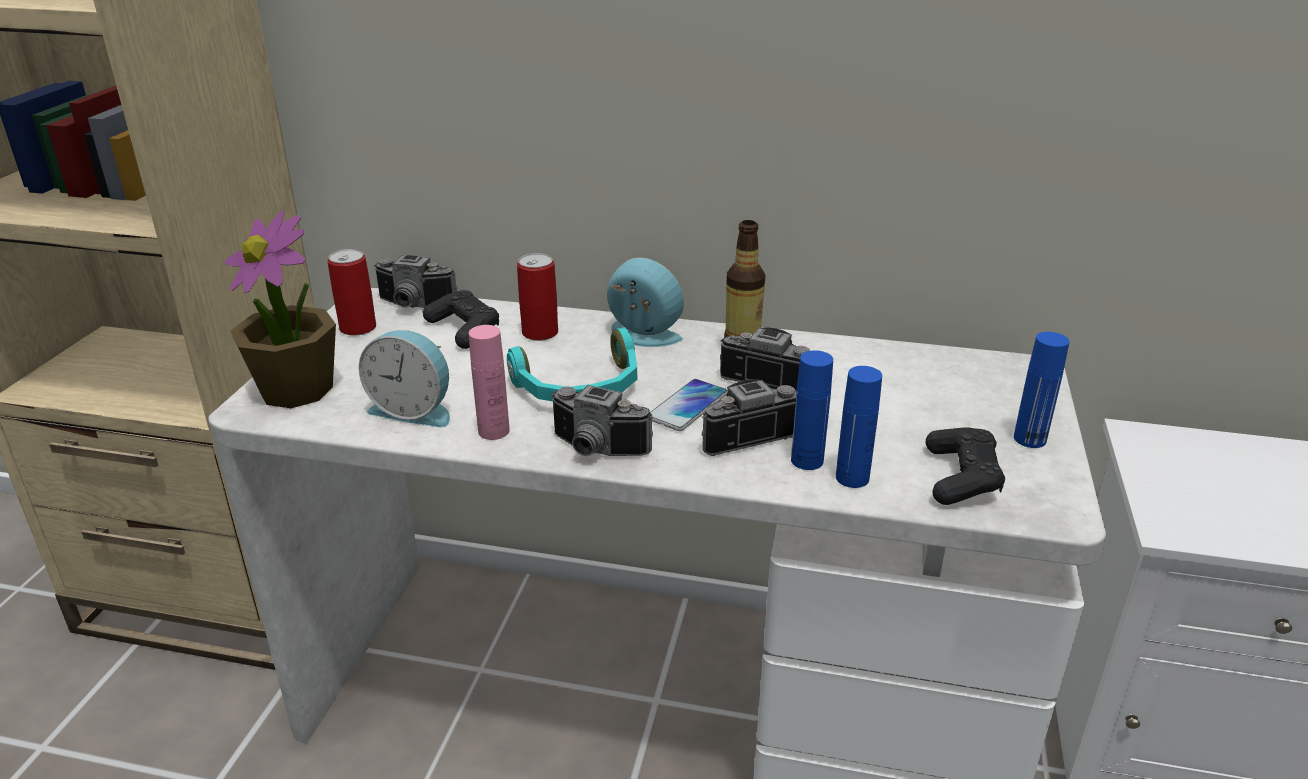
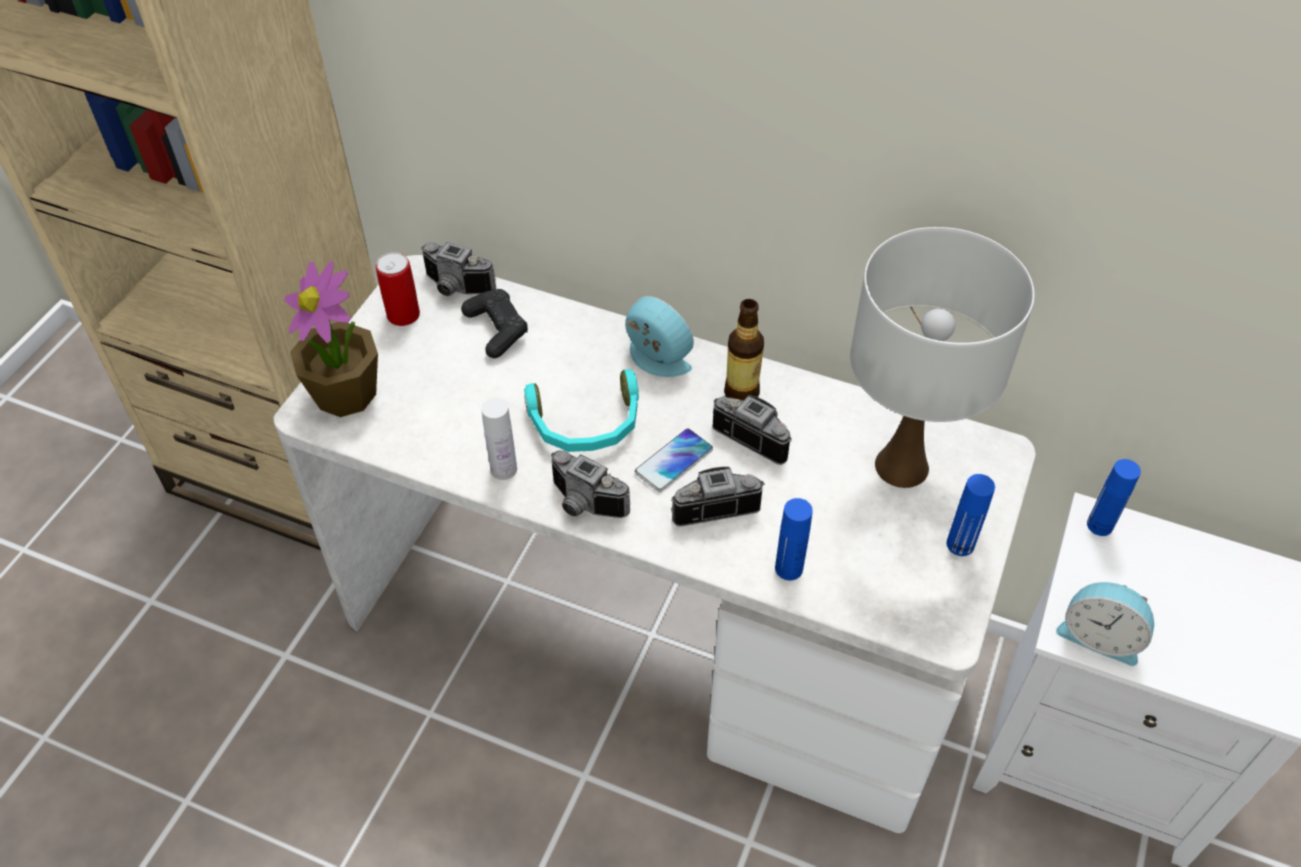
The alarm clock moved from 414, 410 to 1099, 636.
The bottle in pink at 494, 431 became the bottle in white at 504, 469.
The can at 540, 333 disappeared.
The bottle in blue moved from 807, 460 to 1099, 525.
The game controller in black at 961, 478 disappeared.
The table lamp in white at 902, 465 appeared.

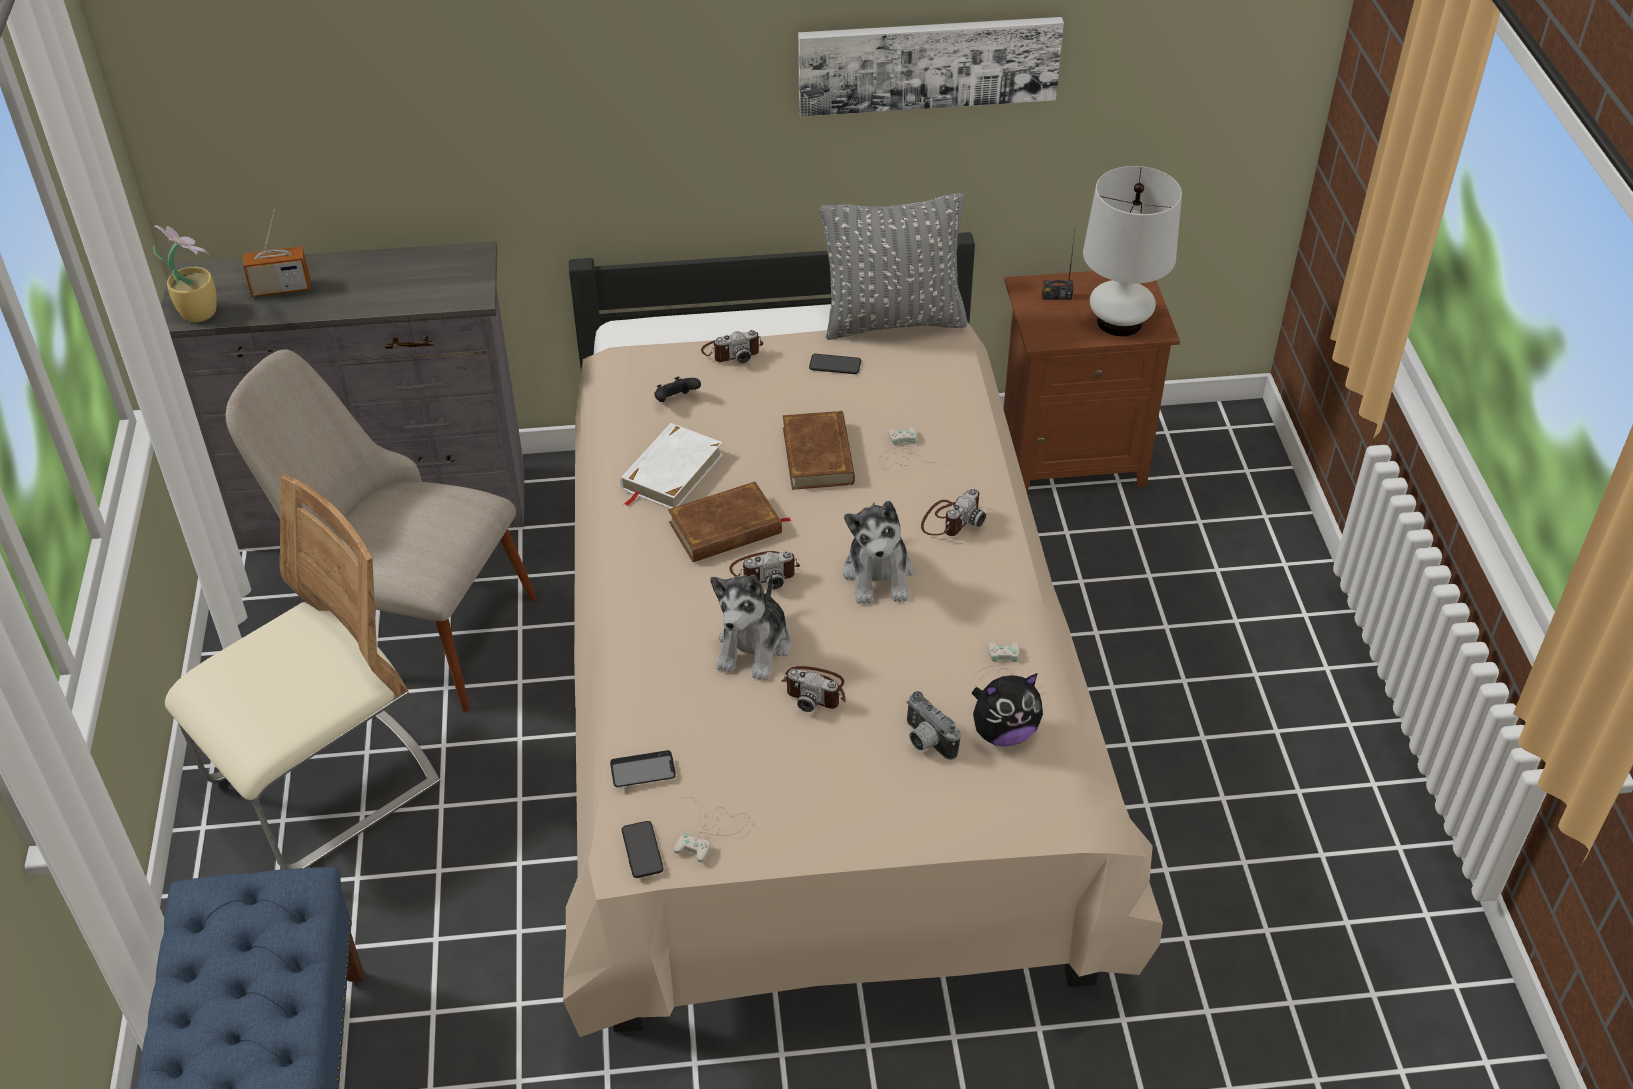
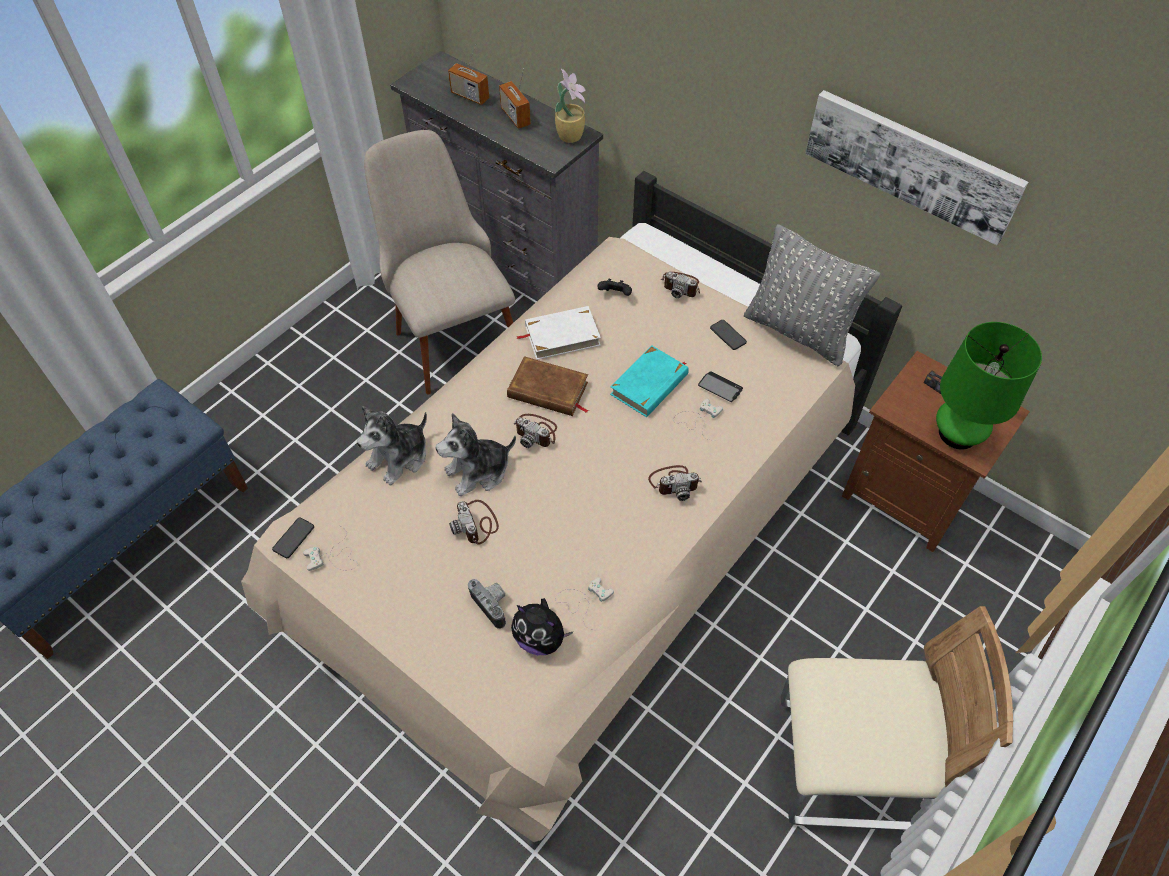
The potted plant moved from 198, 311 to 571, 135.
The chair in beige moved from 323, 785 to 849, 765.
The phone moved from 643, 770 to 720, 387.
The book in brown at 818, 455 became the book in turquoise at 650, 385.
The plush toy moved from 878, 574 to 399, 458.
The photo camera at 925, 741 turned 135 degrees clockwise.
The table lamp in white at 1119, 322 became the table lamp in green at 957, 434.
The radio at 515, 116 appeared.

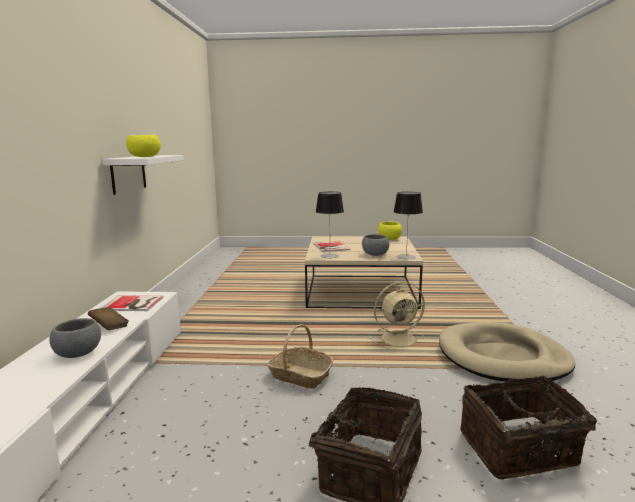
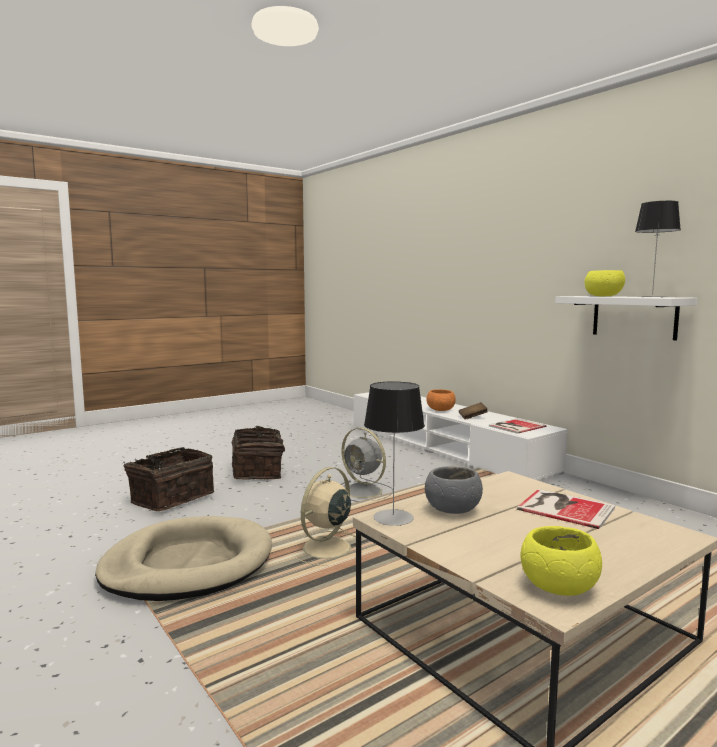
The bowl in grey at 78, 353 became the bowl in orange at 440, 410.
The basket at 300, 376 was replaced by the fan in grey at 364, 491.
The table lamp moved from 330, 256 to 652, 297.

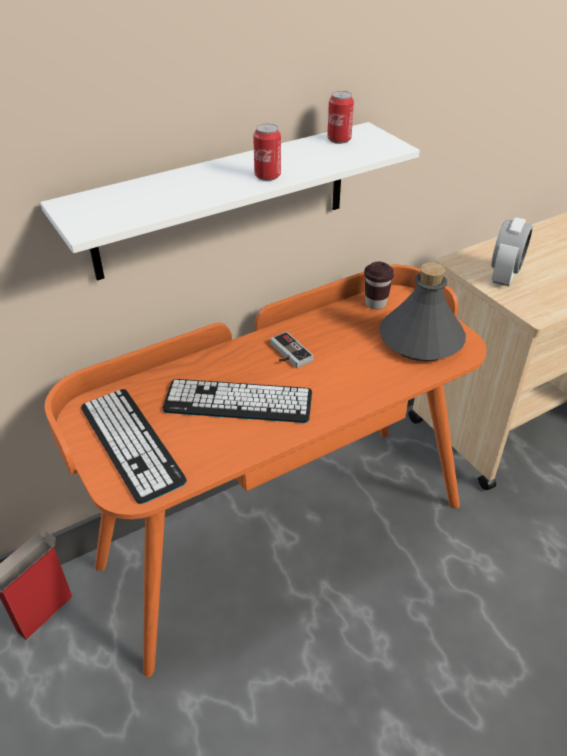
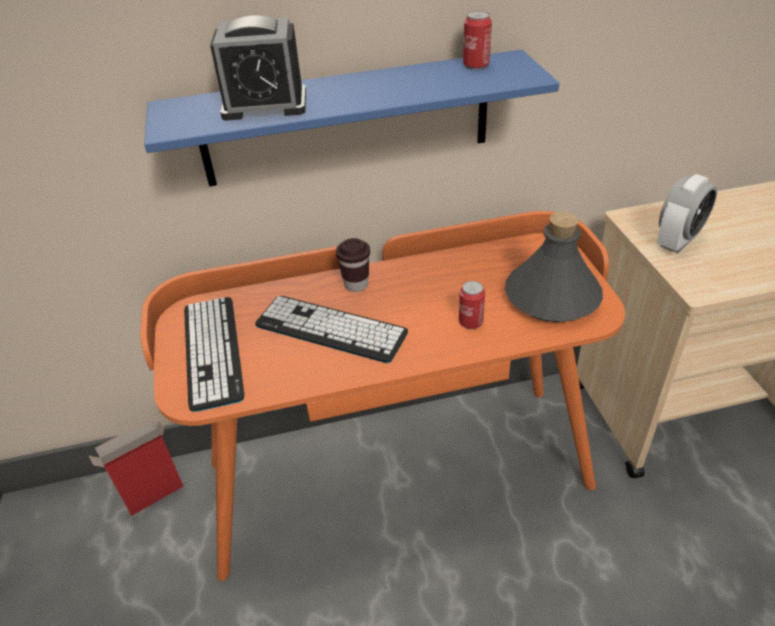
The shelf in white at 223, 200 became the shelf in blue at 346, 120.
The can moved from 267, 176 to 470, 322.
The game controller at 287, 354 disappeared.
The cup in brown moved from 375, 303 to 356, 285.
The alarm clock at 265, 104 appeared.

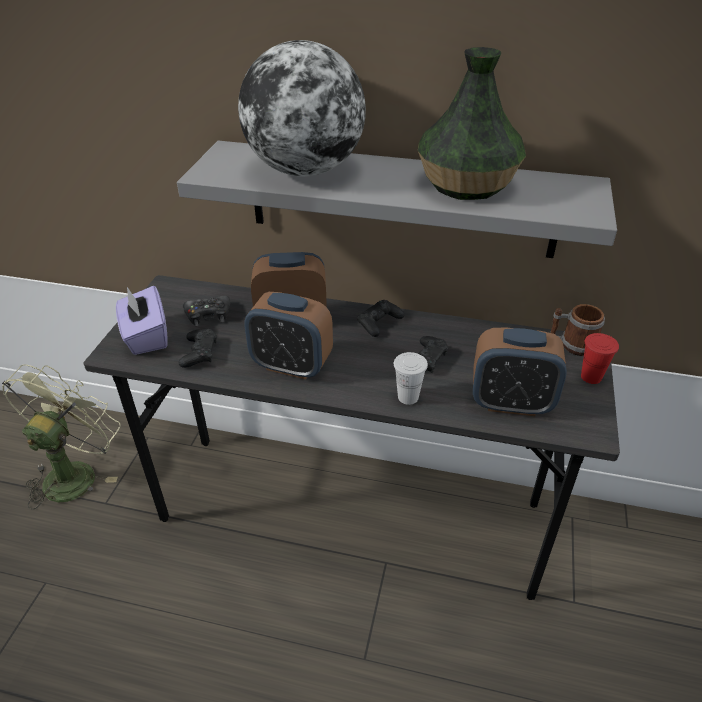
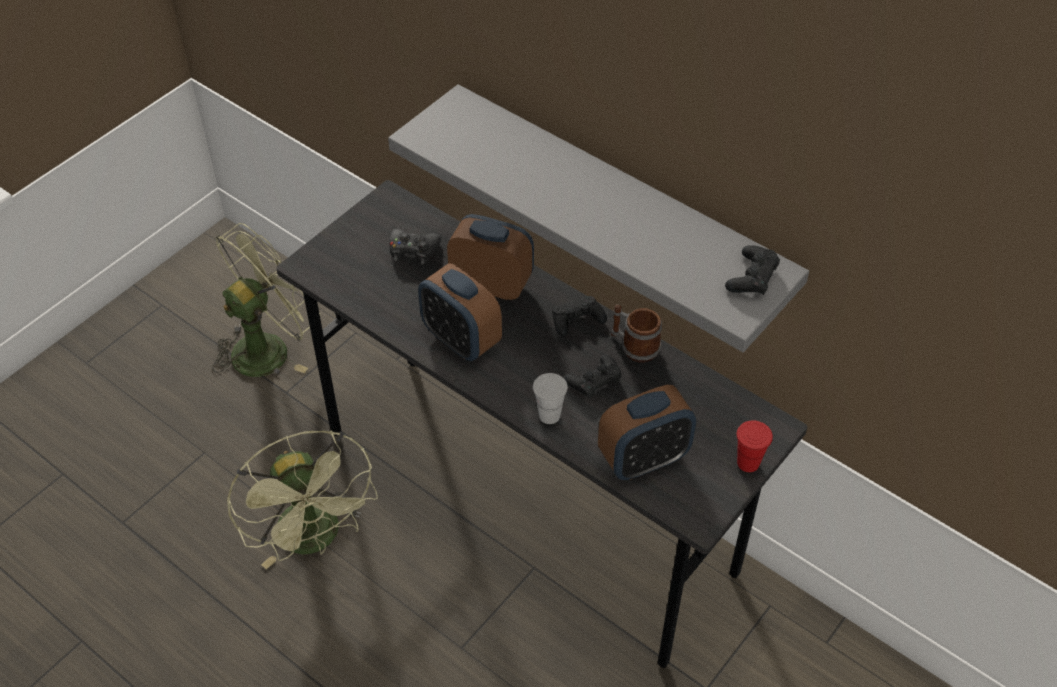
The tissue box in purple at 146, 336 disappeared.
The game controller in black moved from 199, 353 to 752, 277.
The globe at 305, 170 disappeared.
The vase at 468, 184 disappeared.
The alarm clock at 511, 403 turned 60 degrees counterclockwise.
The mug moved from 571, 345 to 634, 346.
The fan in green at 316, 539 appeared.

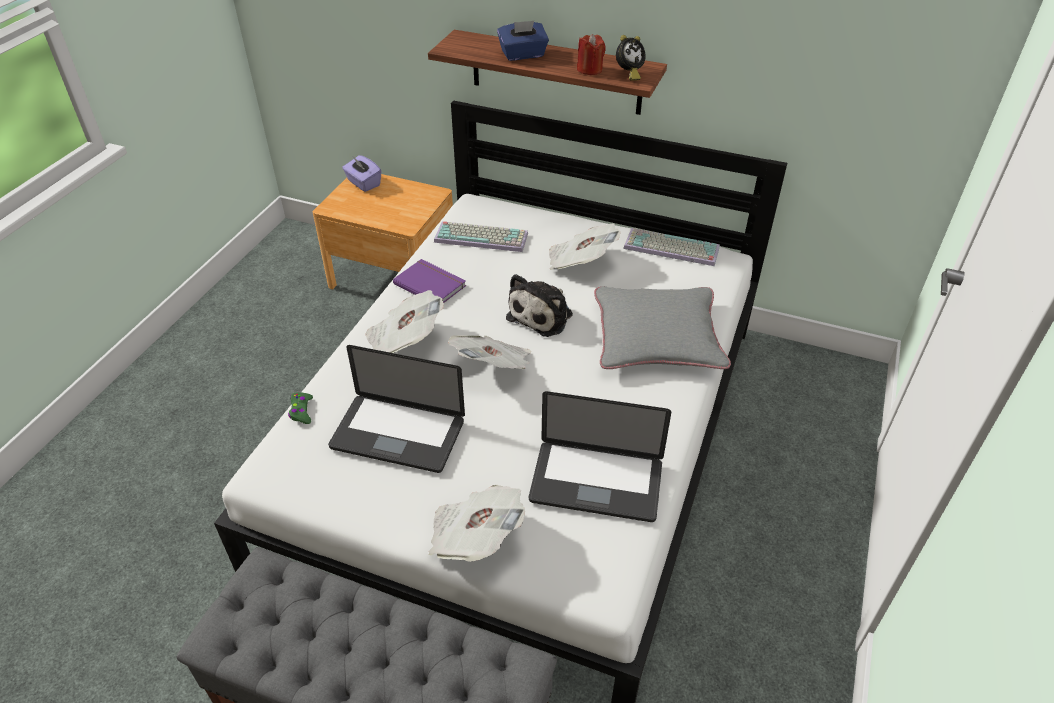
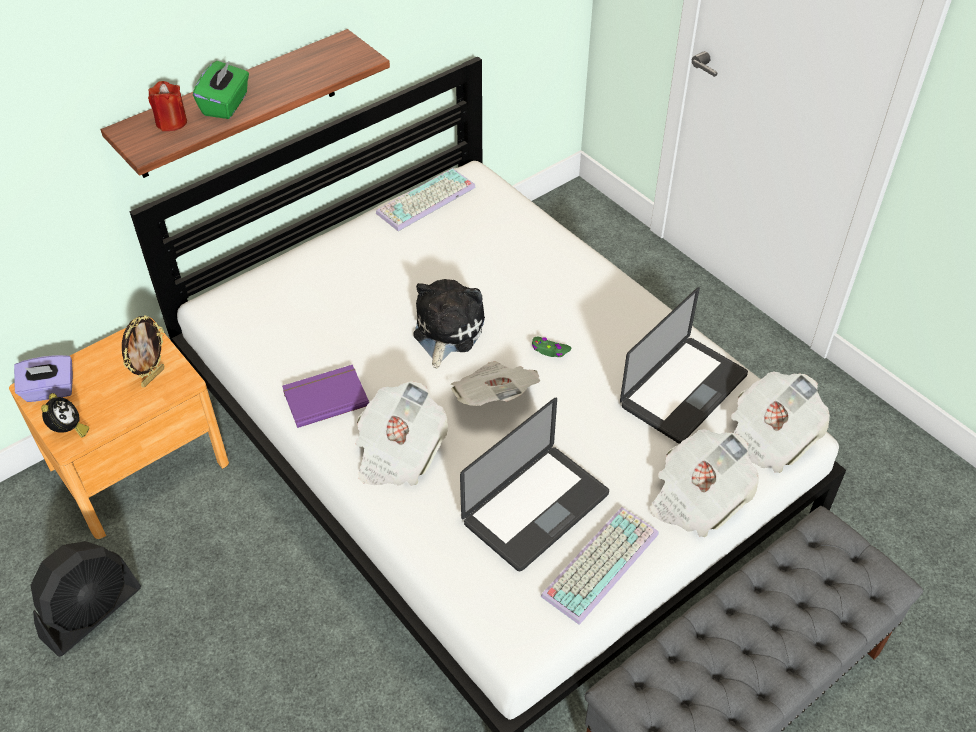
The game controller in green moved from 301, 411 to 550, 350.
The keyboard moved from 482, 237 to 600, 562.
The tissue box in blue at 523, 55 became the tissue box in green at 226, 105.
The plush toy at 542, 315 turned 135 degrees counterclockwise.
The newspaper moved from 580, 262 to 768, 438.
The candle in red moved from 589, 70 to 171, 122.
The pillow in grey at 657, 337 disappeared.
The alarm clock moved from 628, 74 to 68, 430.
The fan in black at 92, 612 appeared.
The picture frame at 152, 377 appeared.

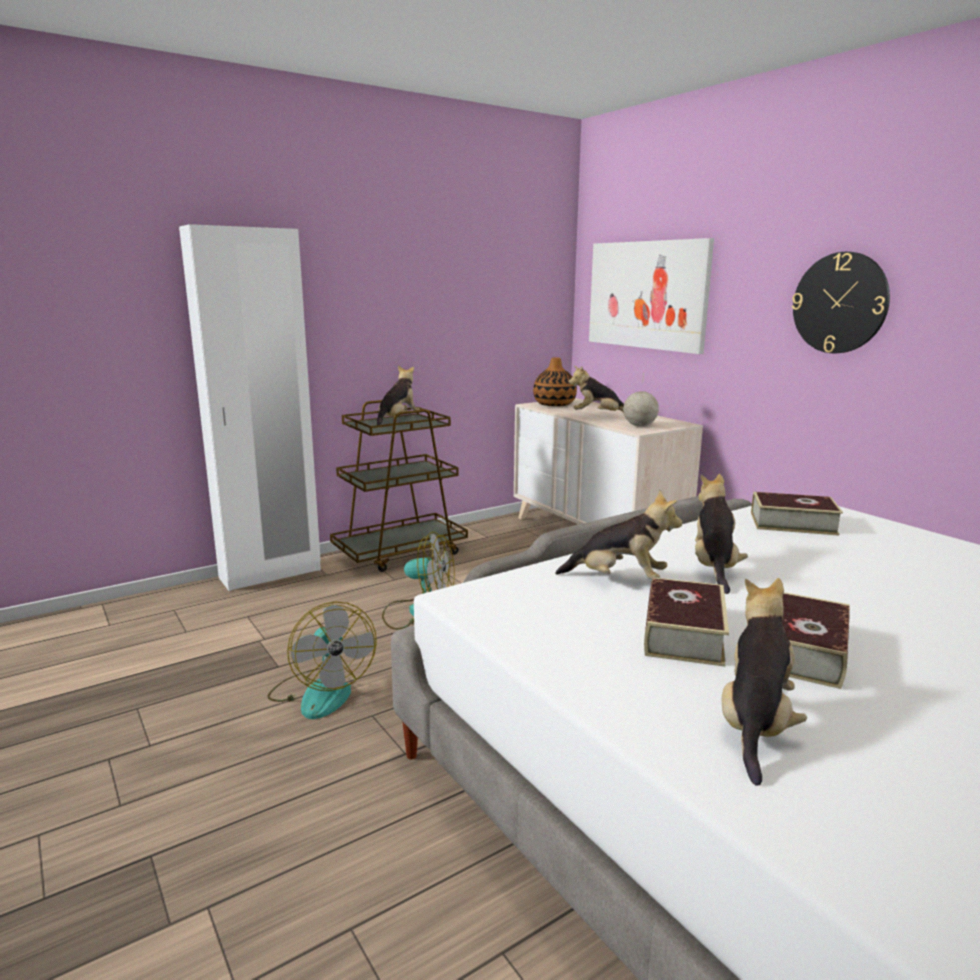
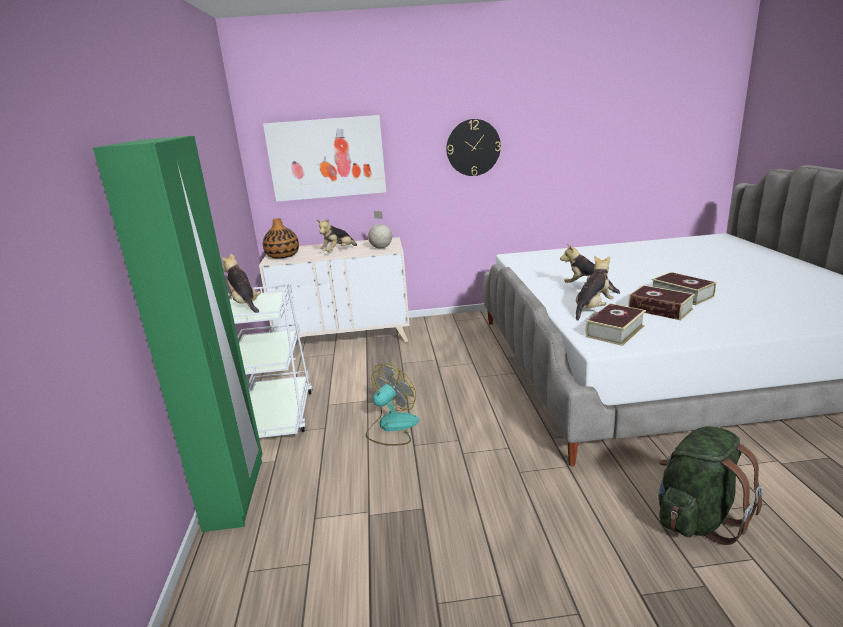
The wardrobe in white at 270, 574 became the wardrobe in green at 236, 494.
The fan at 321, 692 disappeared.
The cart in brown at 400, 552 became the cart in white at 276, 416.
The plush toy at 755, 725 disappeared.
The book moved from 793, 523 to 615, 331.
The backpack in green at 696, 518 appeared.

